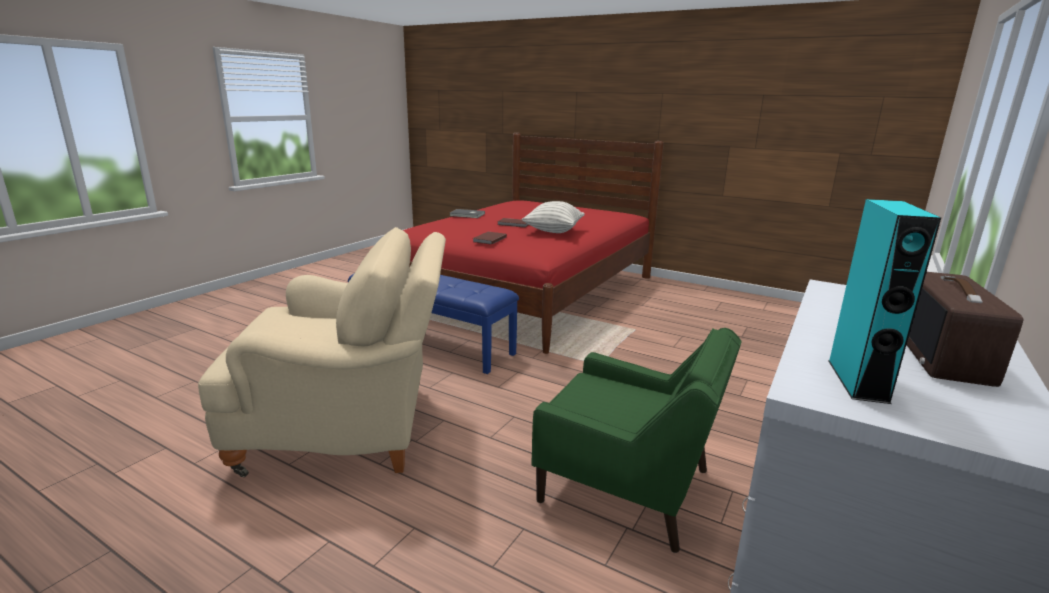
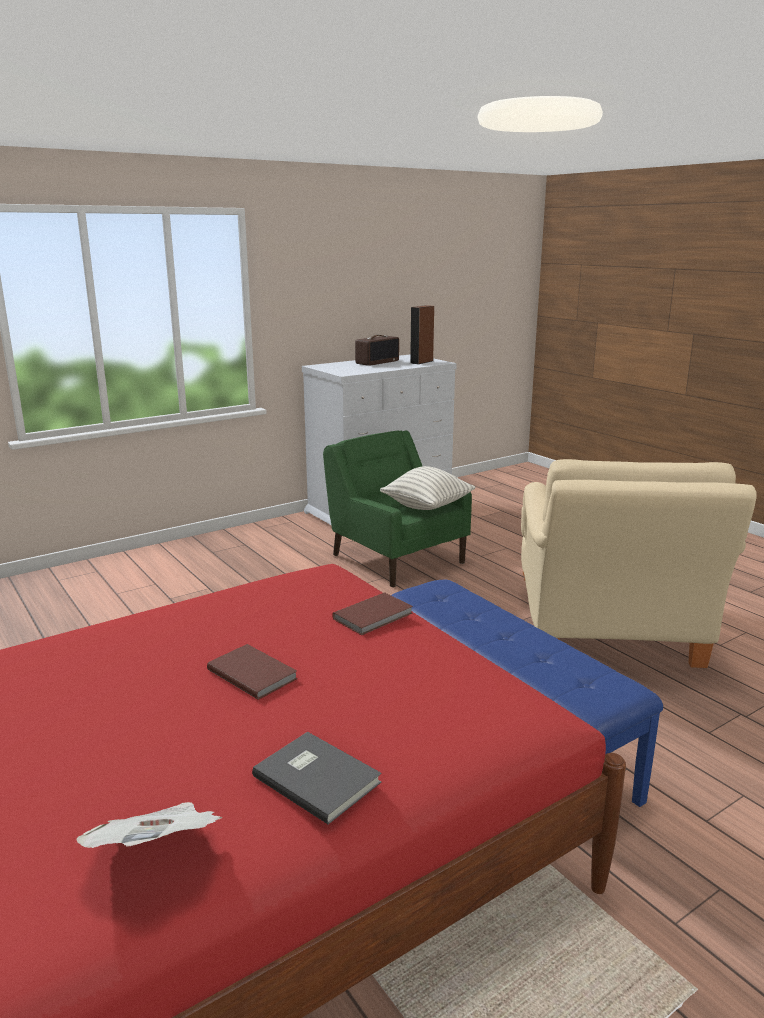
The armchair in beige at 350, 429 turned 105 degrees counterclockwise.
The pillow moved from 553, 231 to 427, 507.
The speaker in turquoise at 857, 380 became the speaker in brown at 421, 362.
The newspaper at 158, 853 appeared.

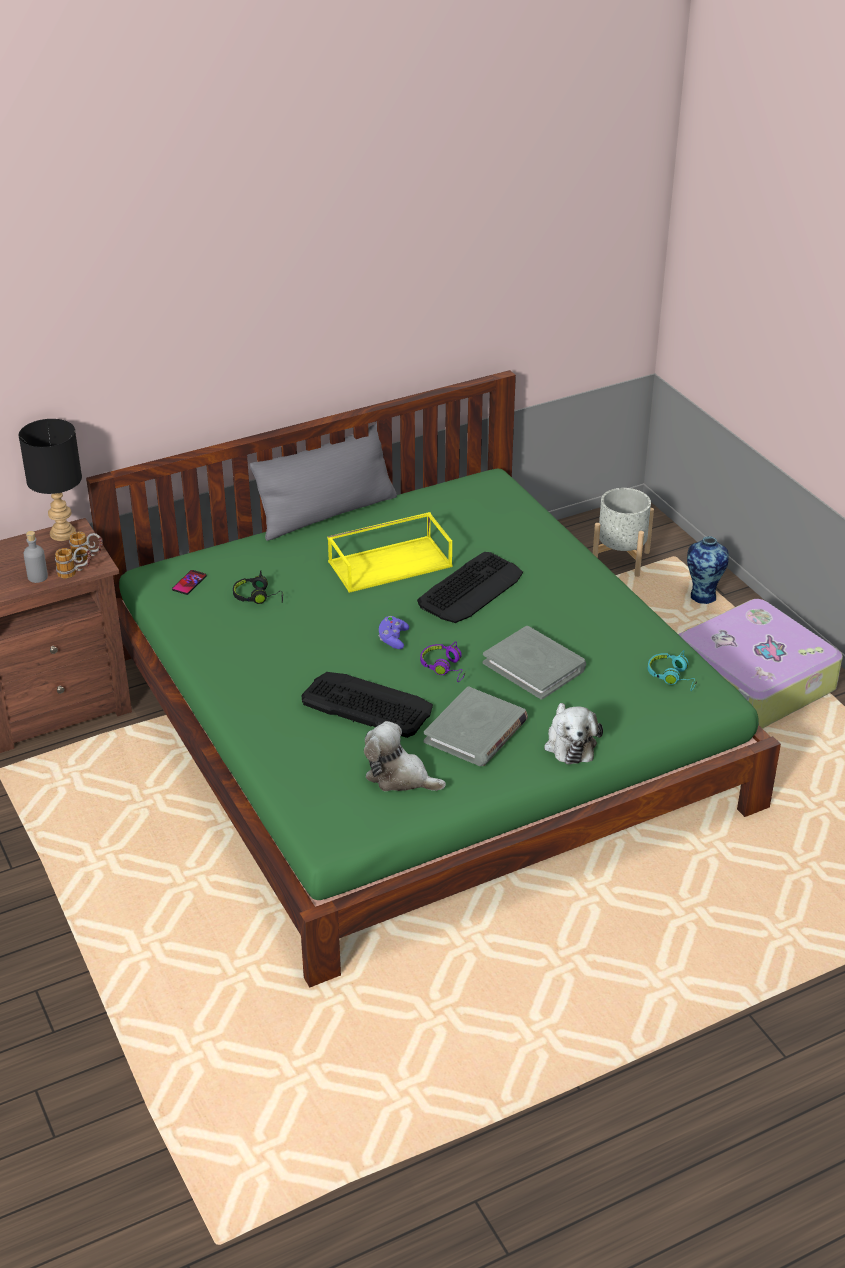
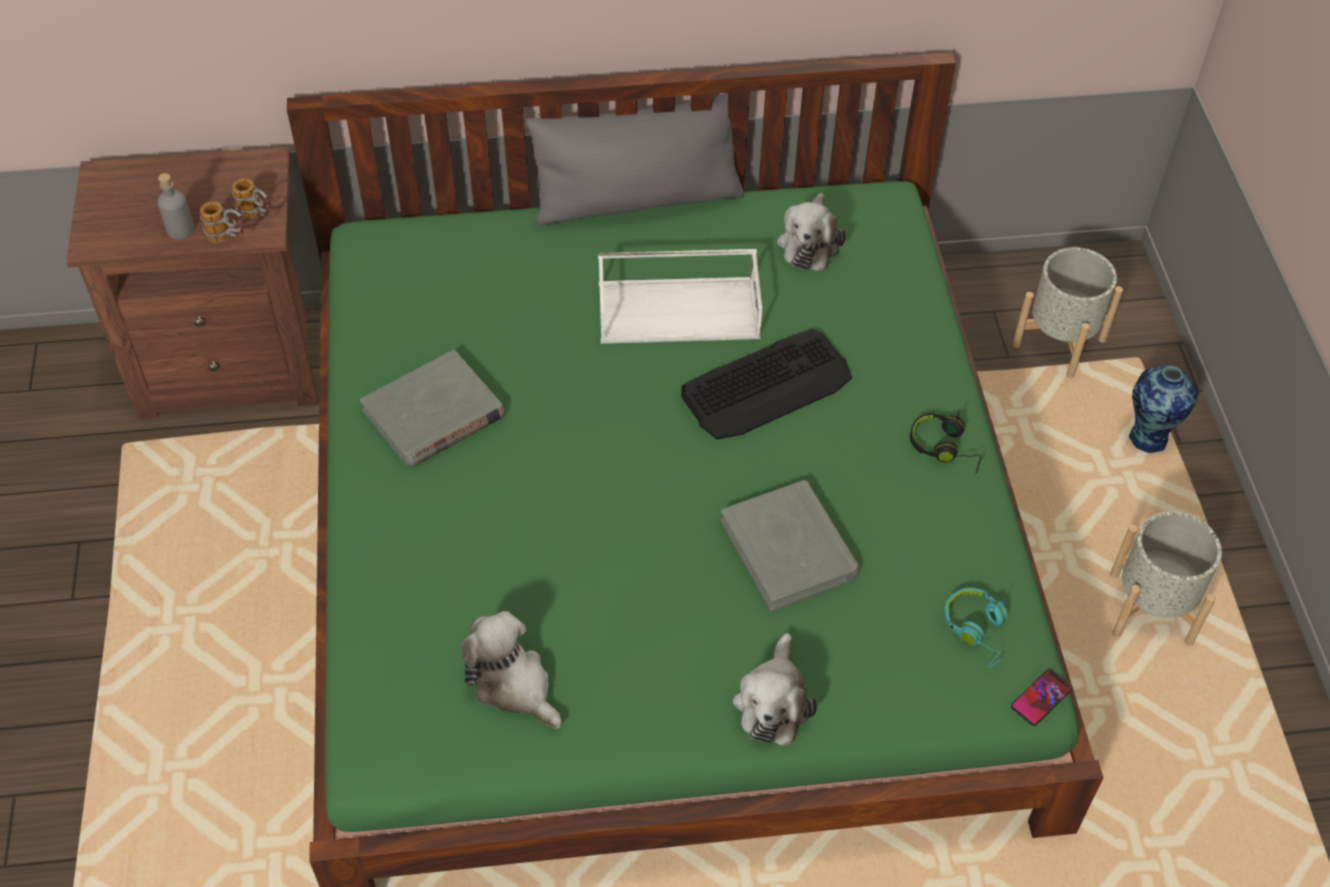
The table lamp in black at 62, 533 disappeared.
The phone moved from 189, 583 to 1041, 698.
The headphones in black moved from 258, 597 to 945, 447.
The keyboard at 366, 704 disappeared.
The tray in yellow at 390, 563 became the tray in white at 680, 309.
The game controller in purple at 393, 639 disappeared.
The headphones in purple at 445, 668 disappeared.
The book in grey moved from 476, 731 to 434, 414.
The suitcase at 752, 682 was replaced by the planter in grey at 1150, 608.
The plush toy at 809, 243 appeared.

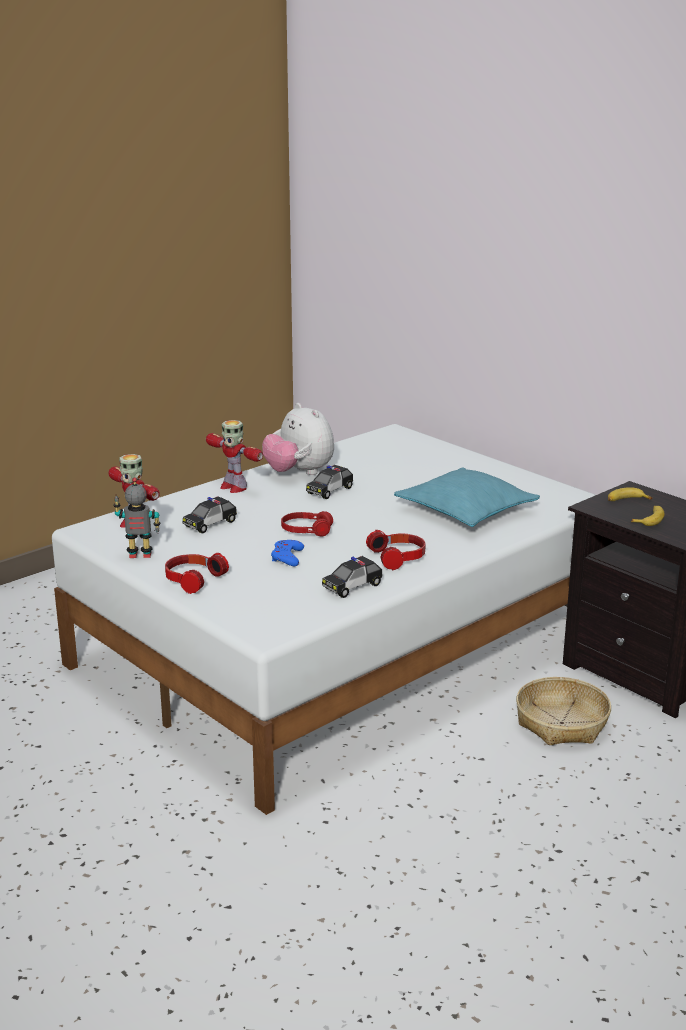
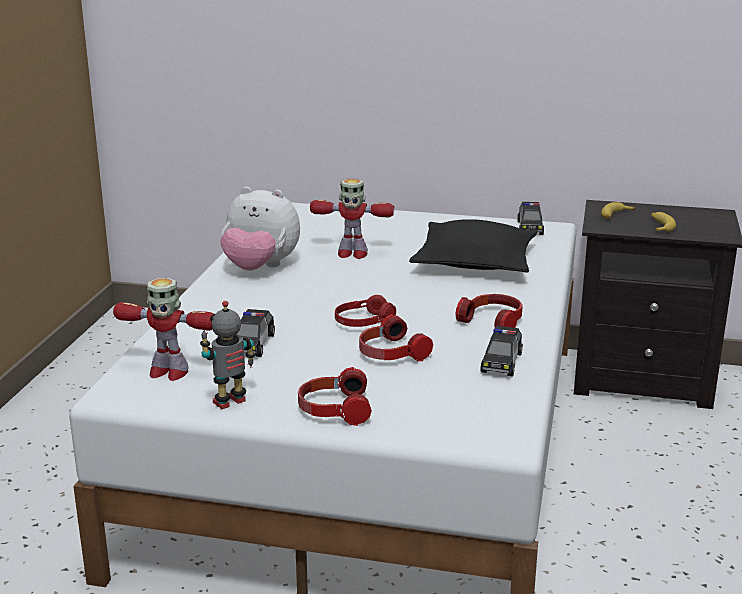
The toy robot moved from 233, 487 to 351, 254.
The game controller in blue at 287, 557 was replaced by the headphones at 390, 354.
The toy car moved from 330, 490 to 530, 228.
The pillow in turquoise at 466, 511 became the pillow in black at 475, 262.
The basket at 561, 723 disappeared.

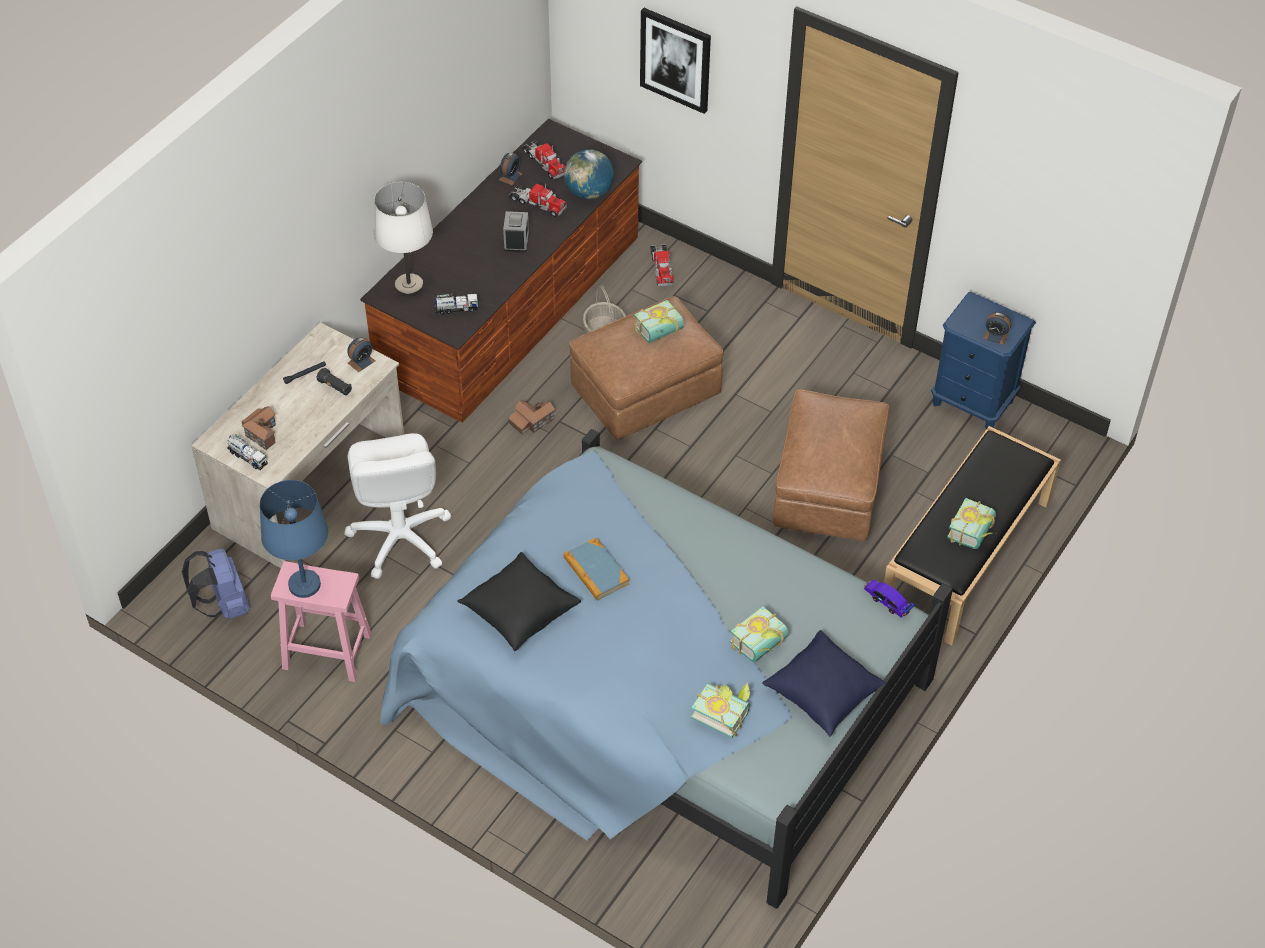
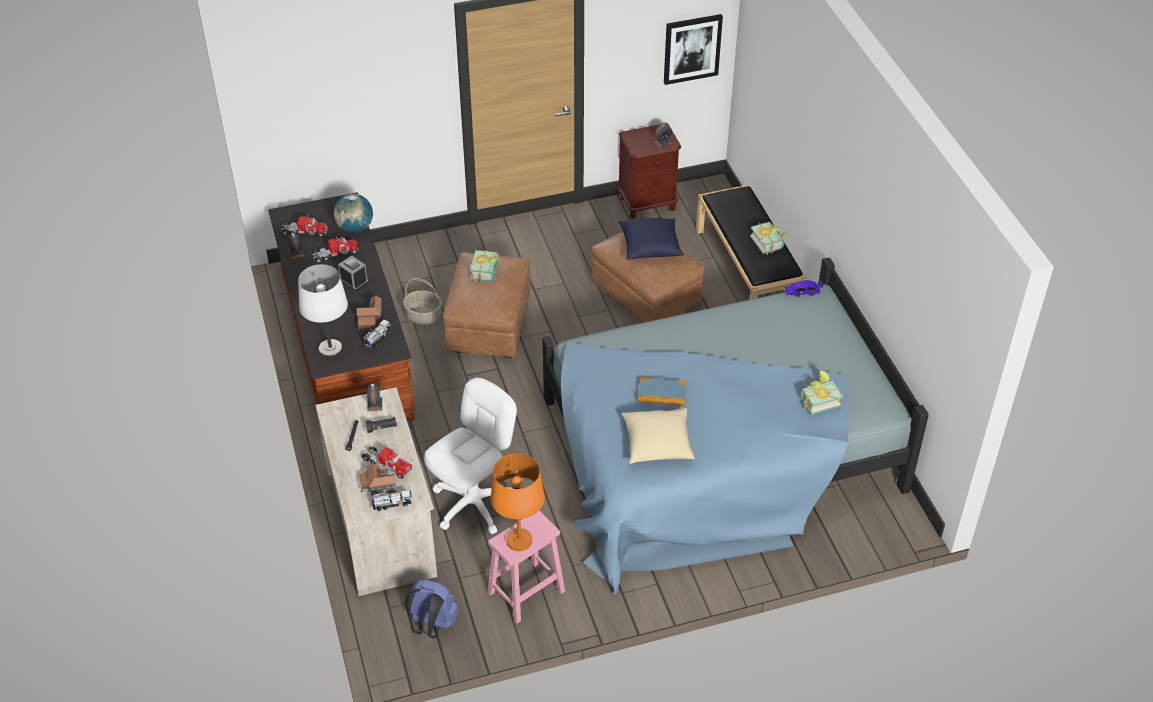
The table lamp in blue at 304, 584 became the table lamp in orange at 519, 541.
The office chair in white at 400, 538 turned 75 degrees counterclockwise.
The pillow in black at 519, 611 became the pillow in beige at 657, 445.
The toy house moved from 531, 421 to 370, 318.
The picture moved from 676, 59 to 692, 48.
The toy truck moved from 661, 268 to 387, 465.
The book at 762, 646 disappeared.
The pillow in blue moved from 822, 693 to 650, 248.
The nightstand in blue at 972, 402 became the nightstand in brown at 648, 203.

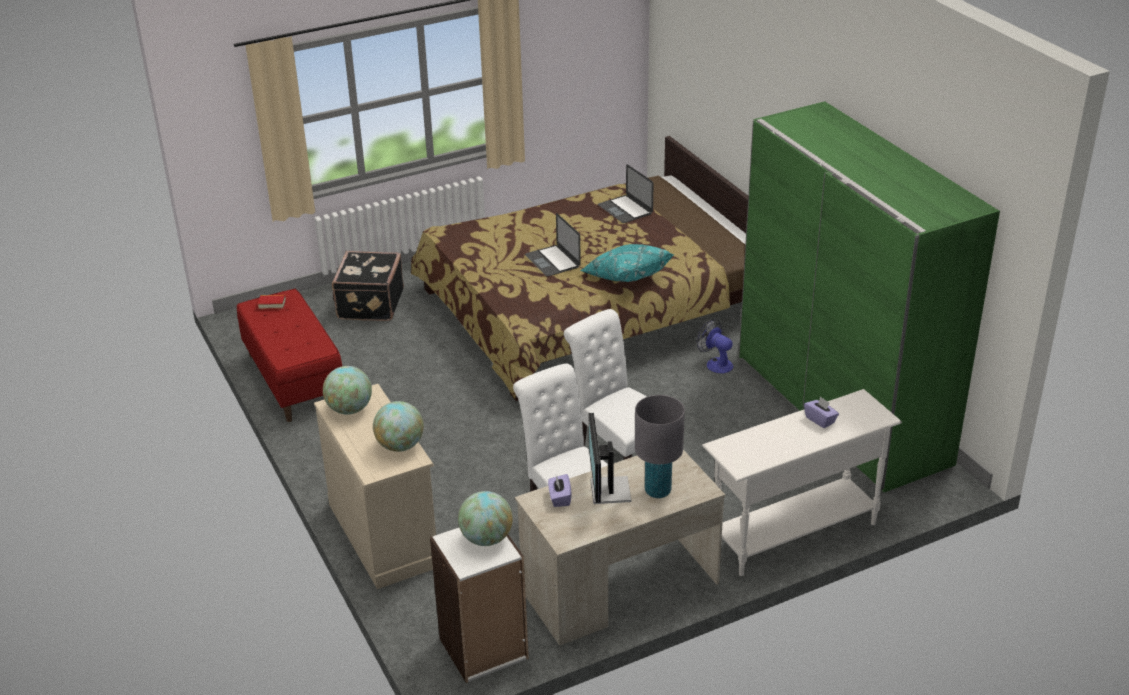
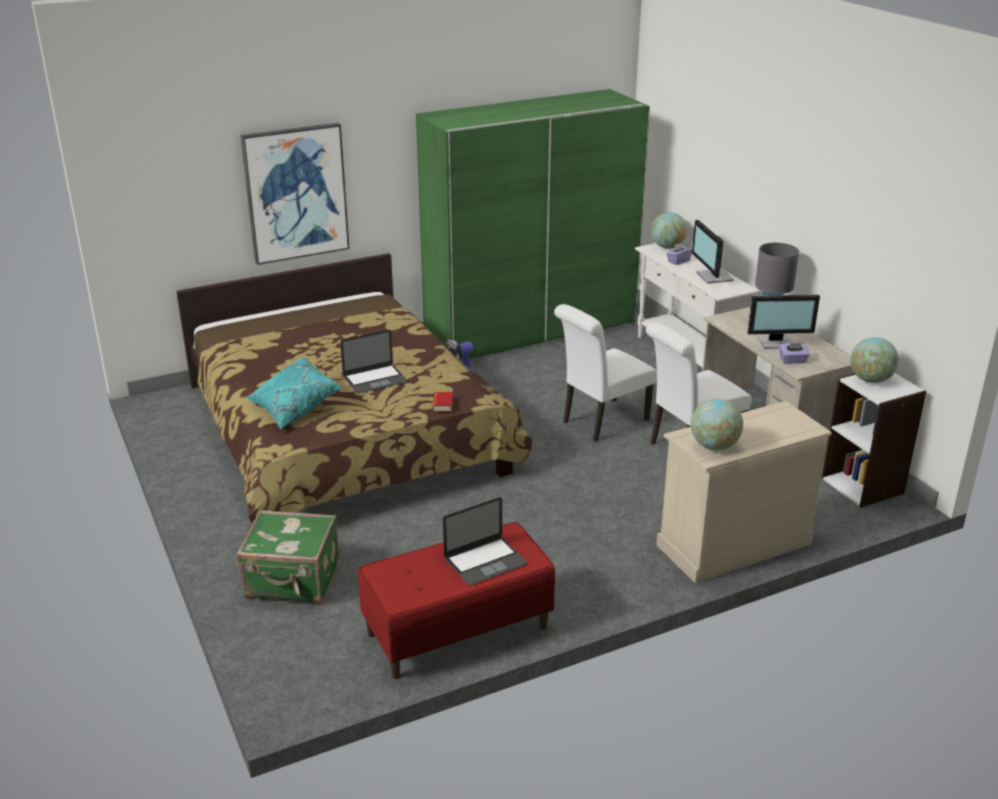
The book moved from 272, 304 to 442, 405.
The suitcase in black at 369, 304 became the suitcase in green at 293, 581.
The globe moved from 400, 446 to 667, 247.
The pillow in turquoise moved from 626, 276 to 293, 408.
The laptop moved from 625, 209 to 485, 561.
The picture at 296, 193 appeared.
The monitor at 713, 277 appeared.

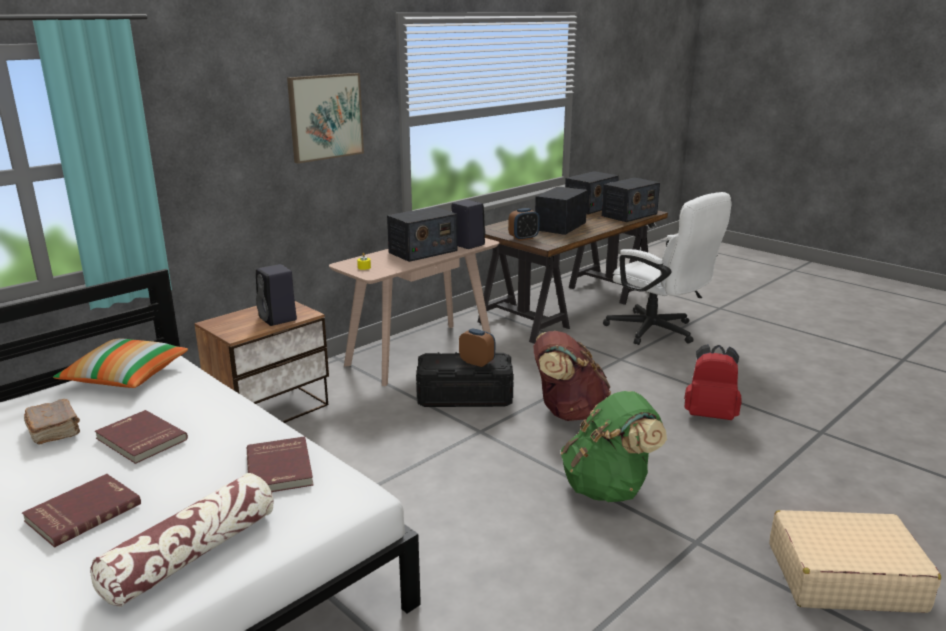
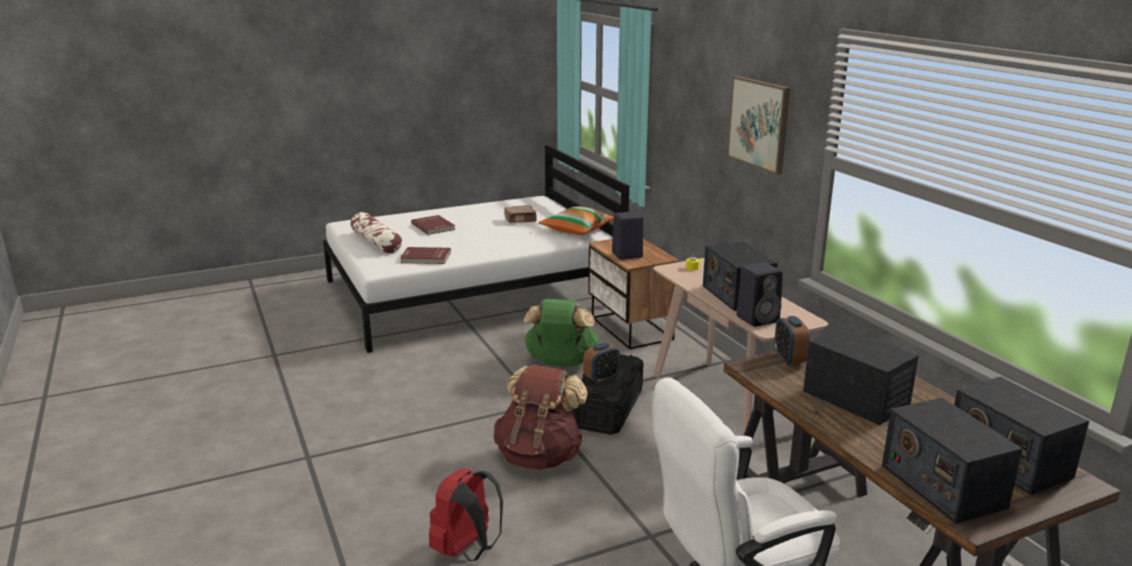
The book in red at 140, 440 disappeared.
The backpack in green moved from 608, 488 to 561, 363.
The suitcase in beige at 843, 577 disappeared.

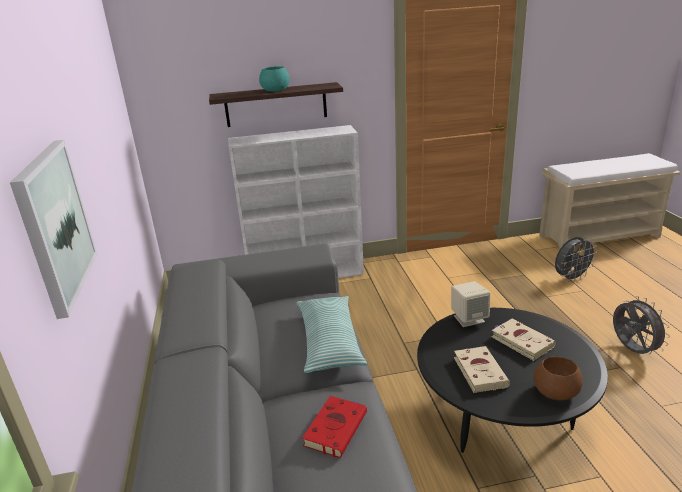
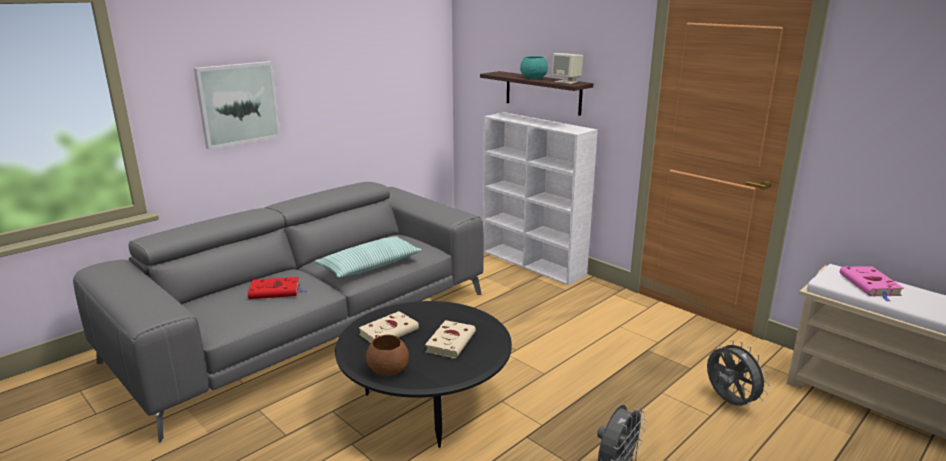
The speaker in beige moved from 469, 318 to 566, 82.
The fan in grey at 571, 278 turned 150 degrees counterclockwise.
The book in pink at 870, 285 appeared.

